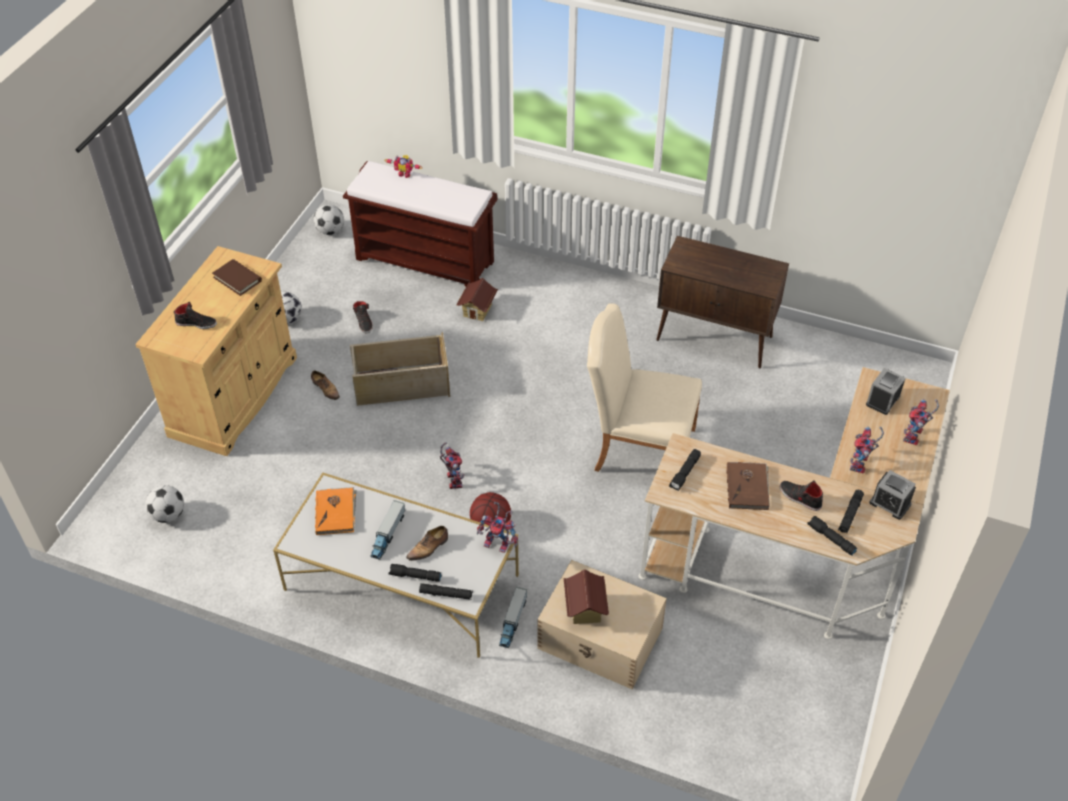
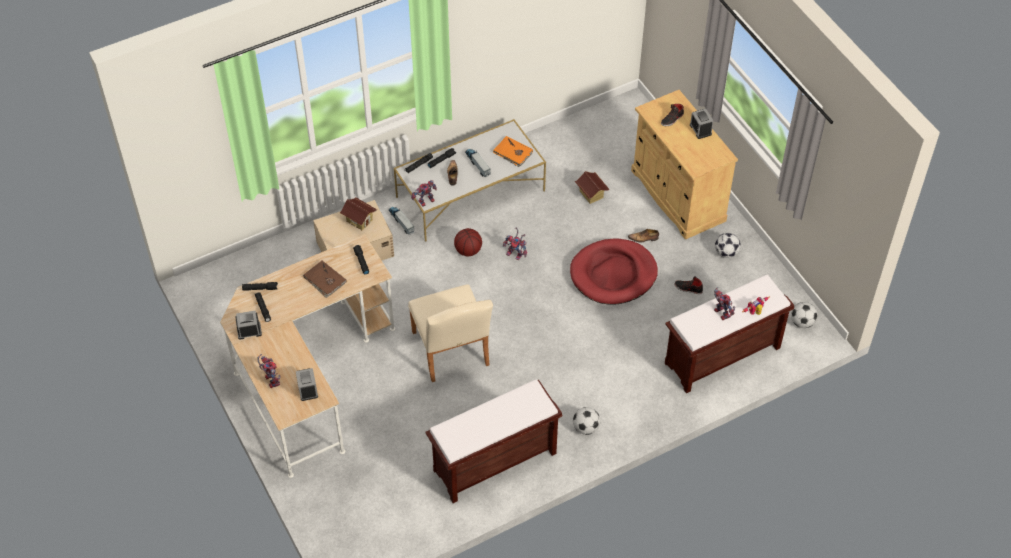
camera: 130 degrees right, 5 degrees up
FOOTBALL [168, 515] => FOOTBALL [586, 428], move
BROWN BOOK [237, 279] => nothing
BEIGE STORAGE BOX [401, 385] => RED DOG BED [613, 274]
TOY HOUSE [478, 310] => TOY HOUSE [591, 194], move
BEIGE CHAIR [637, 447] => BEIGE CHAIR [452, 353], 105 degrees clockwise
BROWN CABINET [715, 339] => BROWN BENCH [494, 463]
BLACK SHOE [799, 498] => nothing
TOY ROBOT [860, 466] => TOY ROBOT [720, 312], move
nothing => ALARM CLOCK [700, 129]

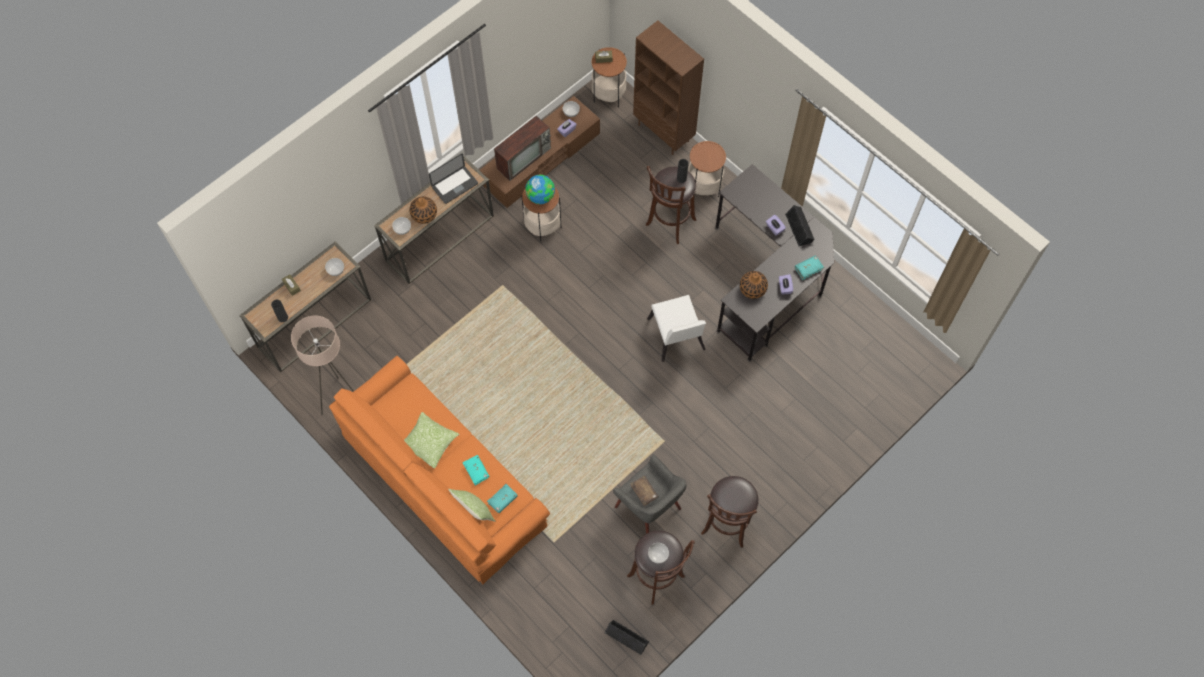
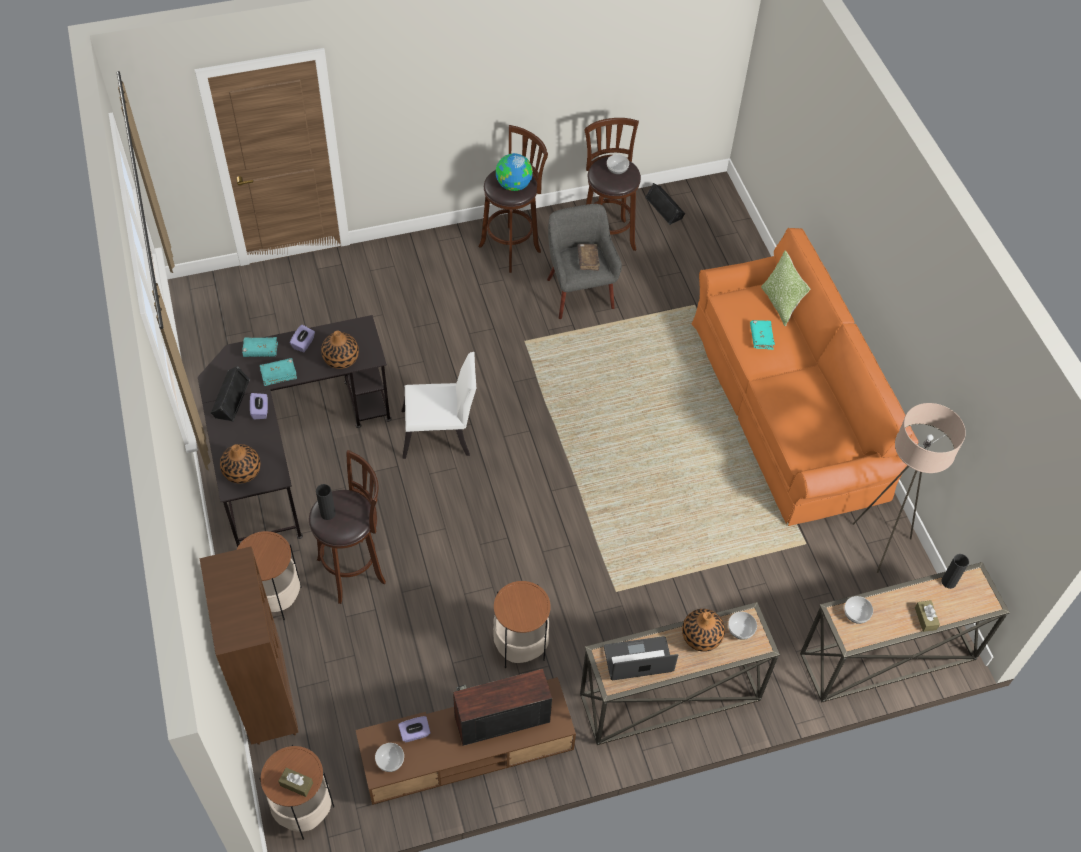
camera: 155 degrees left, 10 degrees down
PILLOW [429, 443] => nothing
TURQUOISE BOOK [502, 500] => TURQUOISE BOOK [278, 374], move
GLOBE [540, 196] => GLOBE [513, 185], move
WHITE CHAIR [676, 338] => WHITE CHAIR [441, 433], 75 degrees clockwise
nothing => VASE [242, 471]

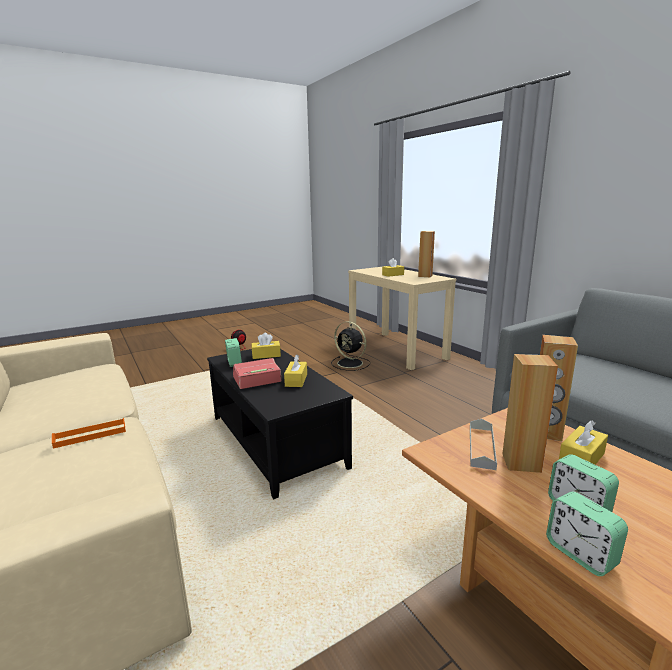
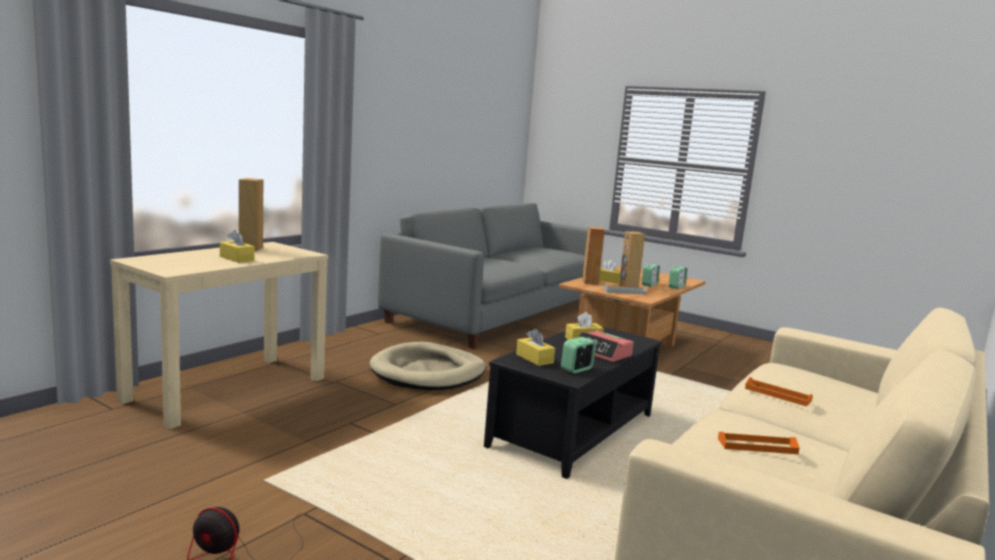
camera: 115 degrees left, 5 degrees down
BLACK FAN [351, 363] => nothing
nothing => BEIGE DOG BED [428, 372]
nothing => ORANGE TRAY [757, 446]

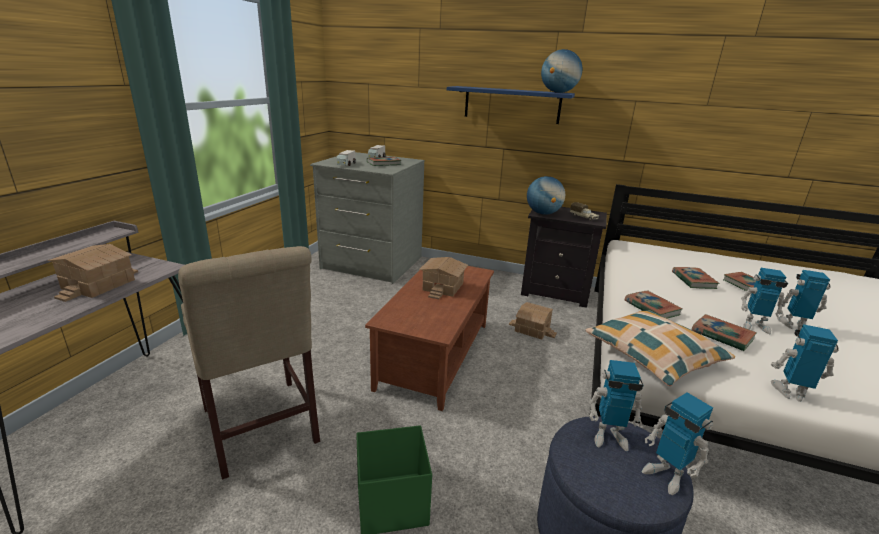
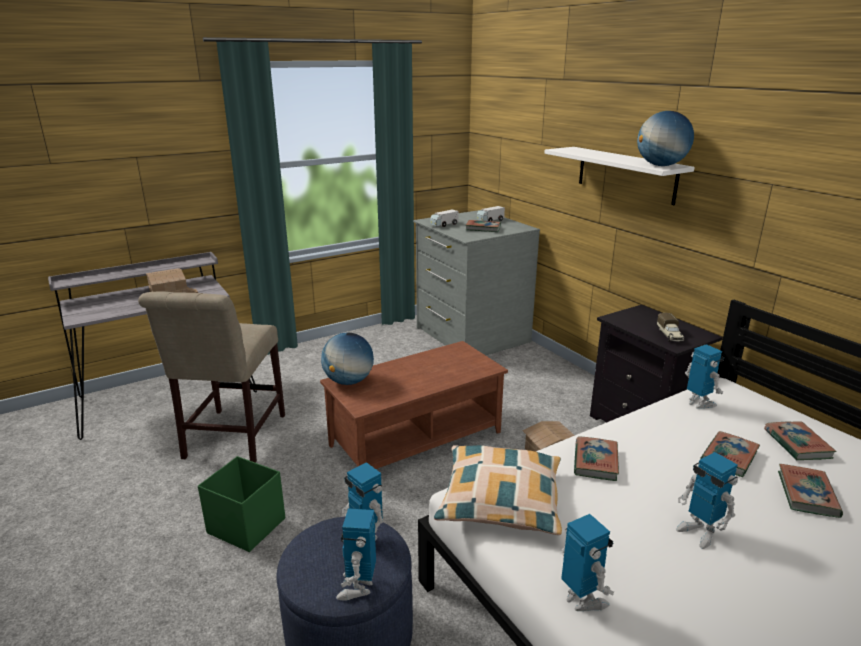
camera: 40 degrees right, 0 degrees up
TOY HOUSE [444, 287] => nothing
BLUE SHELF [512, 105] => WHITE SHELF [626, 174]
GLOBE [543, 213] => GLOBE [348, 381], move
BOOK [722, 335] => BOOK [797, 444], move
TOY ROBOT [793, 325] => TOY ROBOT [699, 403], move

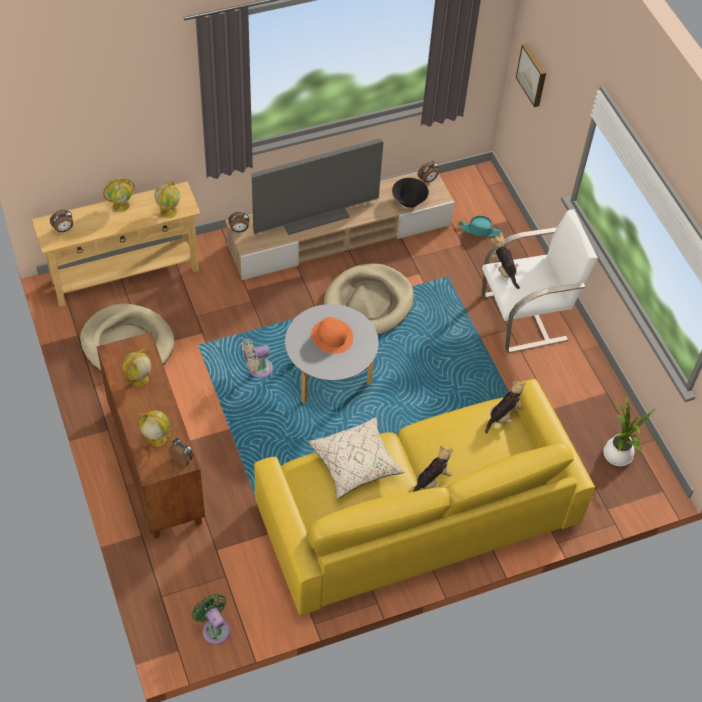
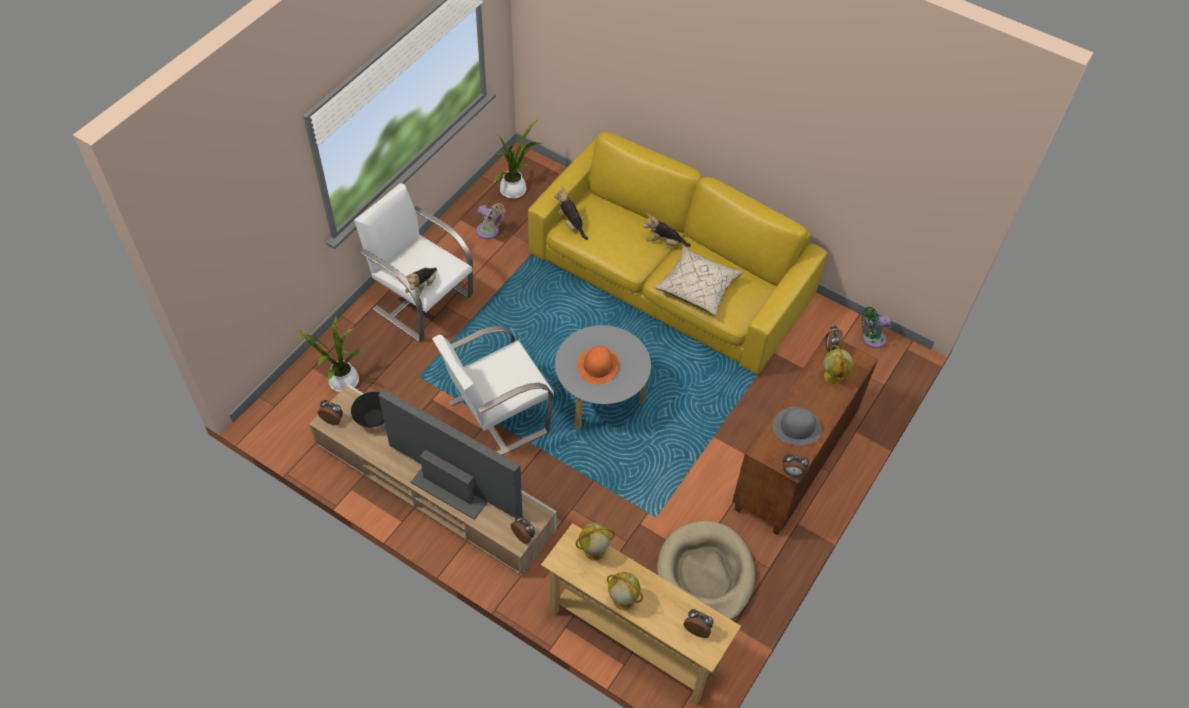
camera: 125 degrees left, 0 degrees up
GLOBE [139, 380] => GREY HAT [797, 427]
GREEN FAN [214, 628] => GREEN FAN [871, 338], 60 degrees clockwise
BEIGE FAN [257, 369] => BEIGE FAN [489, 232], move
BEIGE DOG BED [369, 302] => WHITE ARMCHAIR [497, 417]
TURQUOISE HAT [480, 230] => POTTED PLANT [341, 381]
PLUSH TOY [503, 415] => PLUSH TOY [571, 224], 45 degrees clockwise
PICTURE [533, 74] => nothing
nothing => ALARM CLOCK [792, 472]

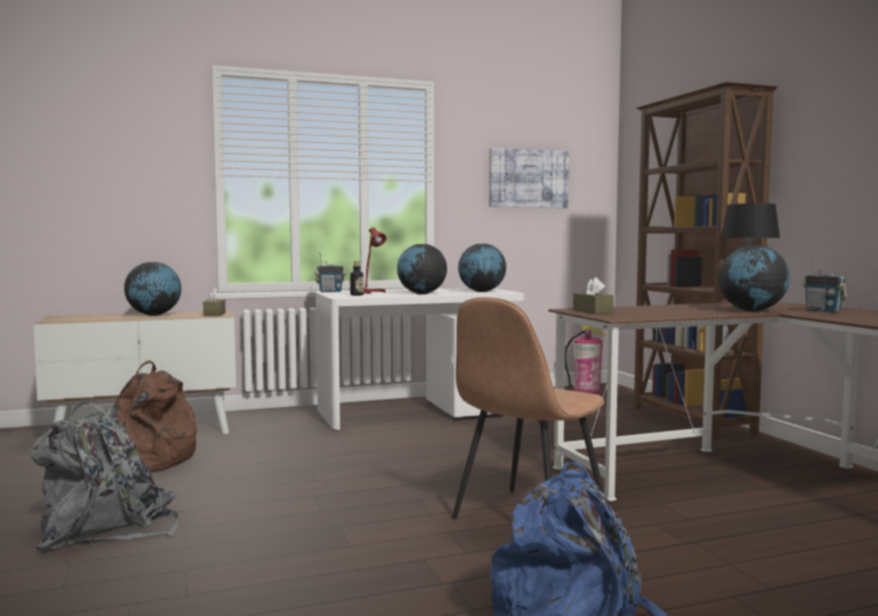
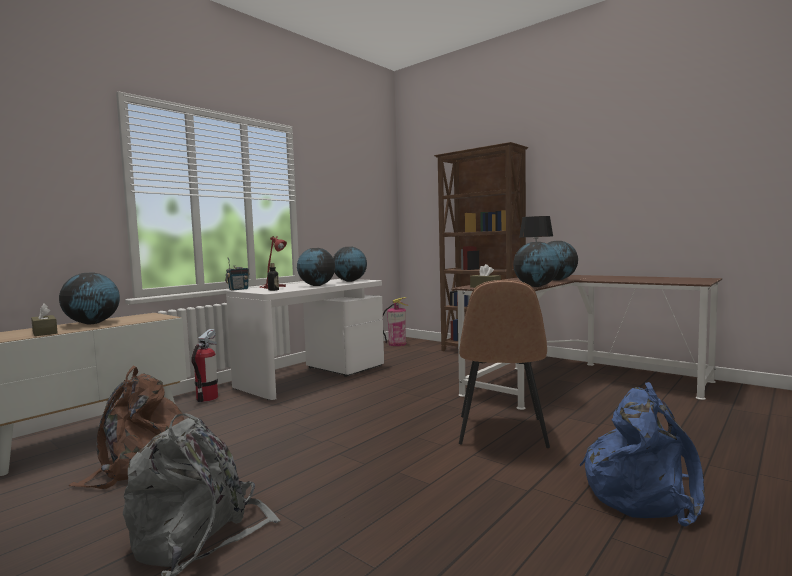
camera: 30 degrees left, 0 degrees up
BROWN TISSUE BOX [214, 314] => BROWN TISSUE BOX [45, 332], move
PICTURE [528, 178] => nothing
RADIO [823, 311] => nothing
nothing => FIRE EXTINGUISHER [207, 398]
nothing => GLOBE [536, 286]

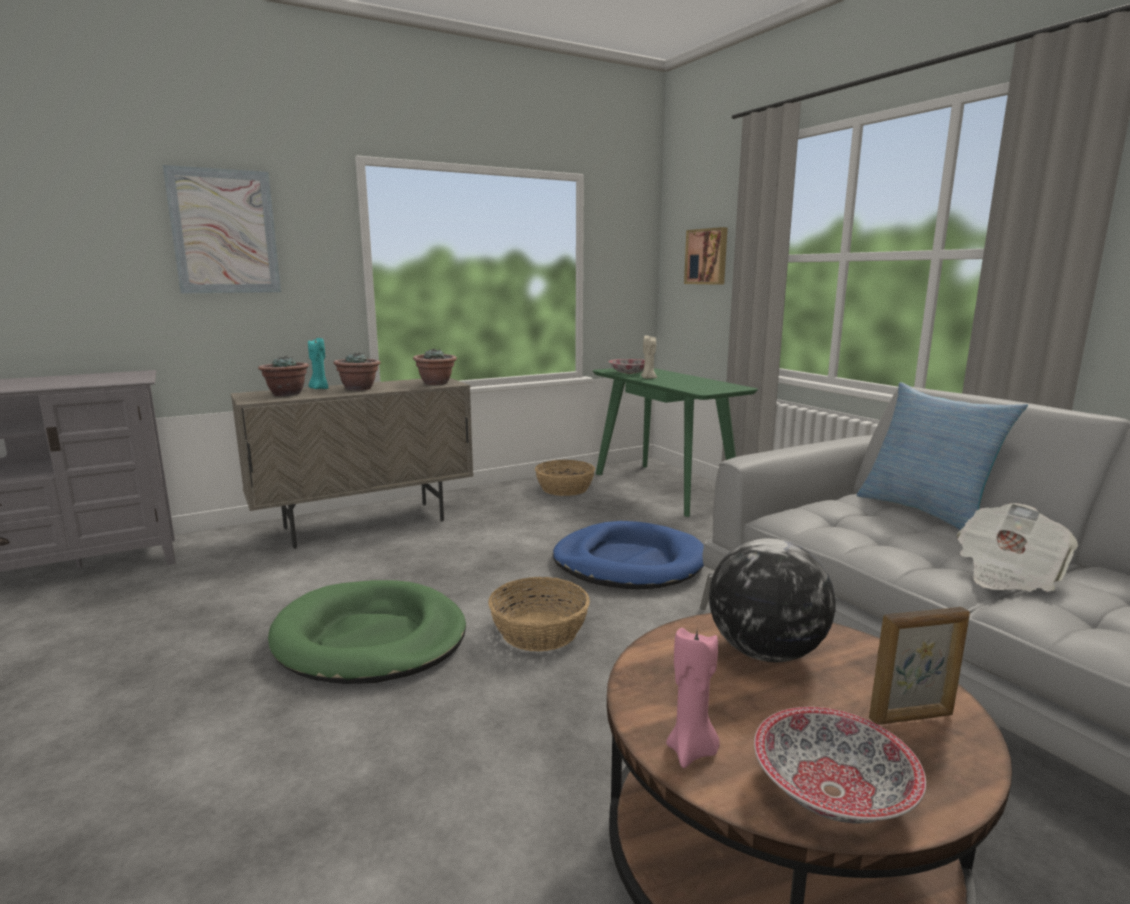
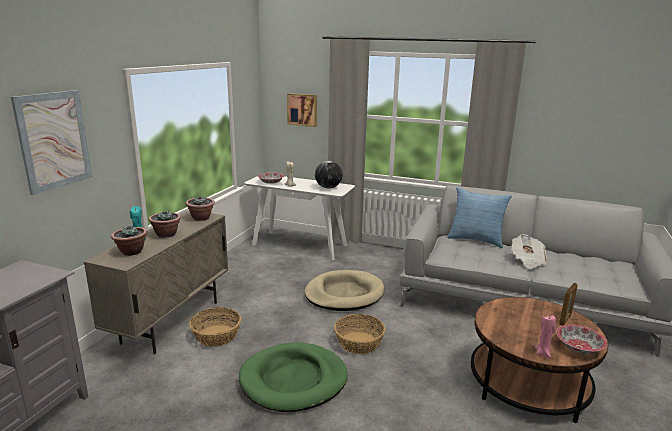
camera: 40 degrees left, 5 degrees up
BASKET [564, 489] => BASKET [216, 336], move
BLUE DOG BED [628, 562] => BEIGE DOG BED [344, 294]
GREEN CONSOLE TABLE [664, 488] => WHITE CONSOLE TABLE [300, 245]
GLOBE [765, 652] => GLOBE [328, 187], move

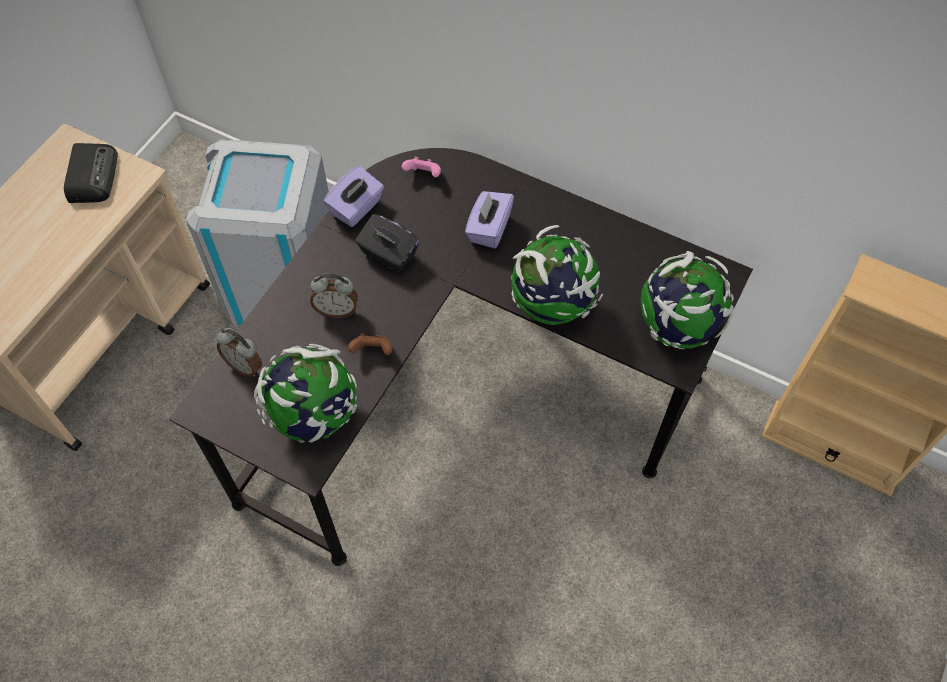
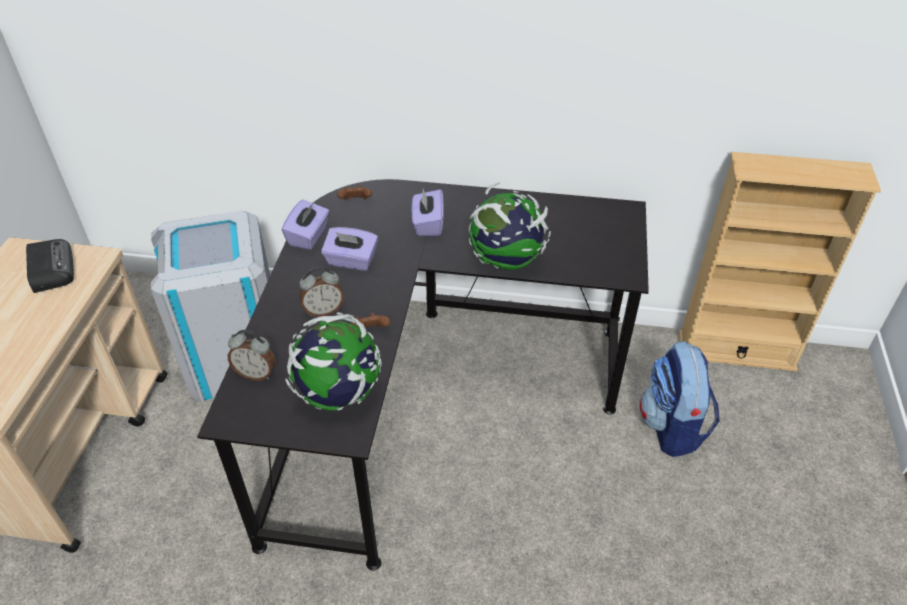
camera: 20 degrees left, 15 degrees down
BLACK TISSUE BOX [388, 254] => PURPLE TISSUE BOX [351, 261]
PINK GAME CONTROLLER [423, 175] => BROWN GAME CONTROLLER [356, 202]
GLOBE [676, 327] => nothing
nothing => BACKPACK [672, 427]

